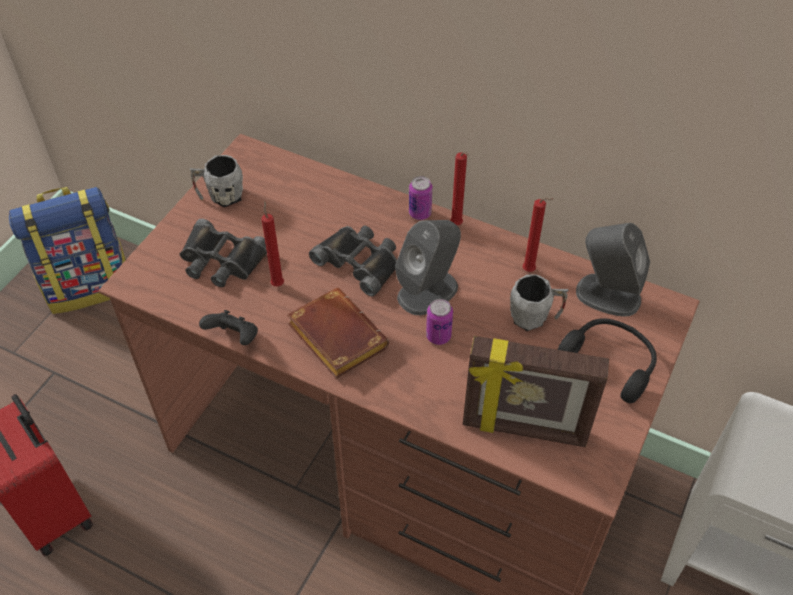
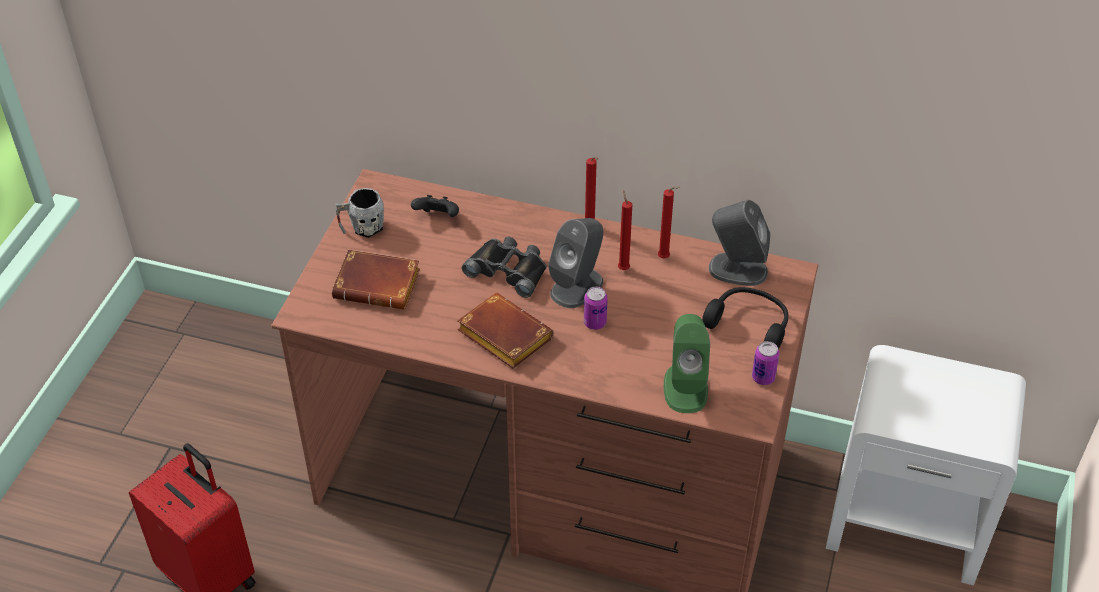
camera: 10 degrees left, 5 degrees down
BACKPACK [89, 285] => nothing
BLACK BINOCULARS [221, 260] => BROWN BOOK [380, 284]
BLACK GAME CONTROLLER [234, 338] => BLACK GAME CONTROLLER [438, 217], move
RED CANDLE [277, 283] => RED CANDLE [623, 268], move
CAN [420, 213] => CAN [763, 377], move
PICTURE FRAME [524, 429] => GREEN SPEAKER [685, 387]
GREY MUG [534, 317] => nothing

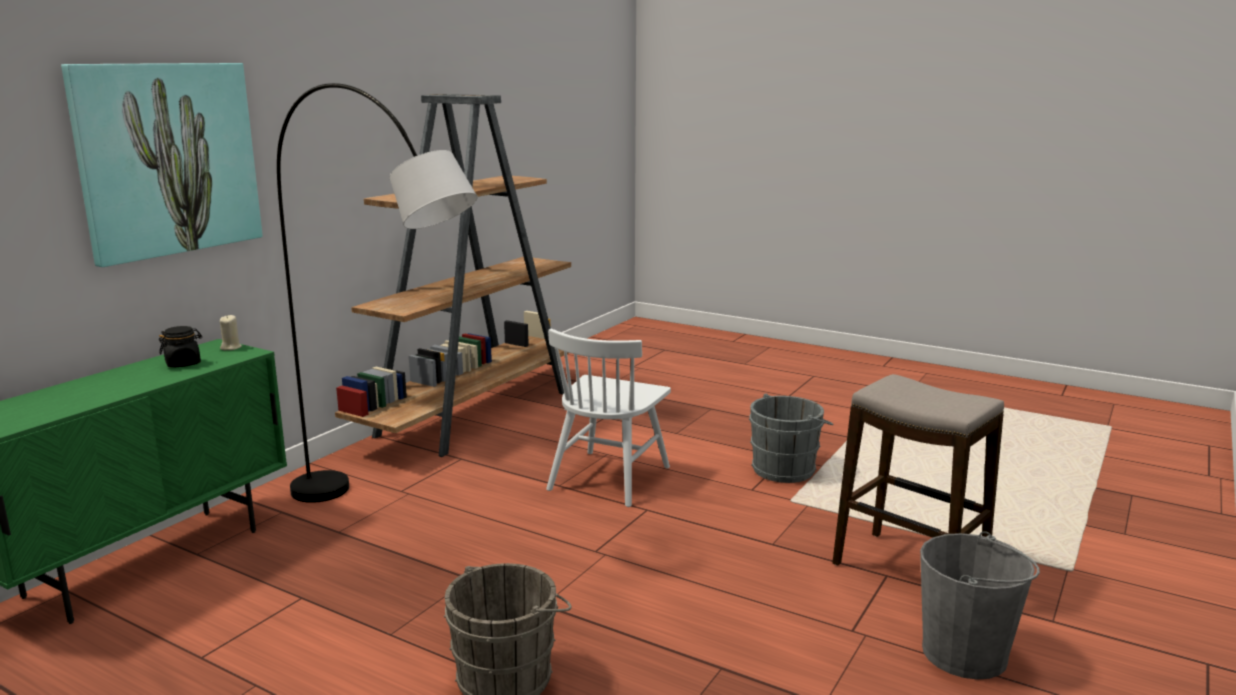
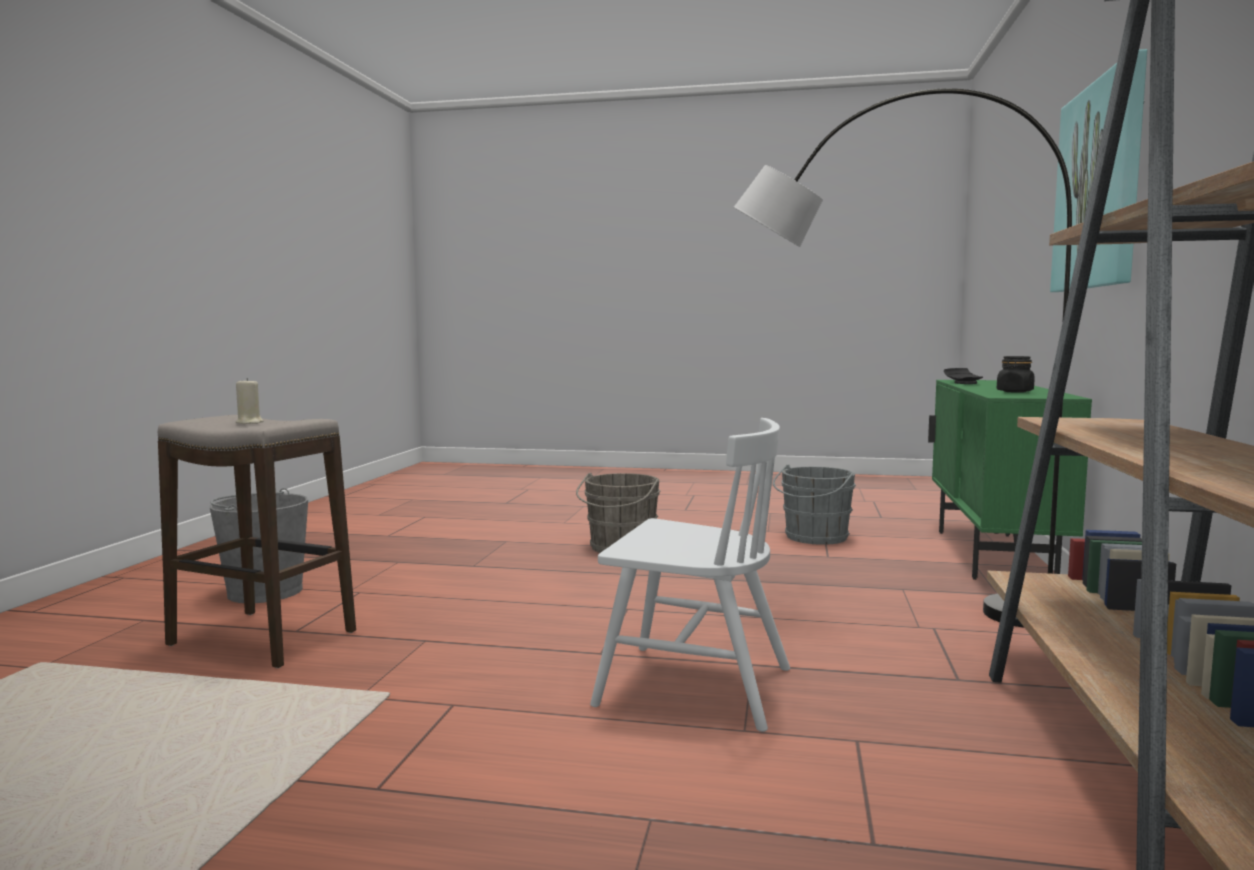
camera: 160 degrees right, 10 degrees down
BEIGE CANDLE [231, 347] => BEIGE CANDLE [250, 422], move
WHITE CHAIR [609, 478] => WHITE CHAIR [693, 686], 105 degrees clockwise
GREY BUCKET [787, 469] => GREY BUCKET [814, 537], move
nothing => BLACK PLATE [963, 383]

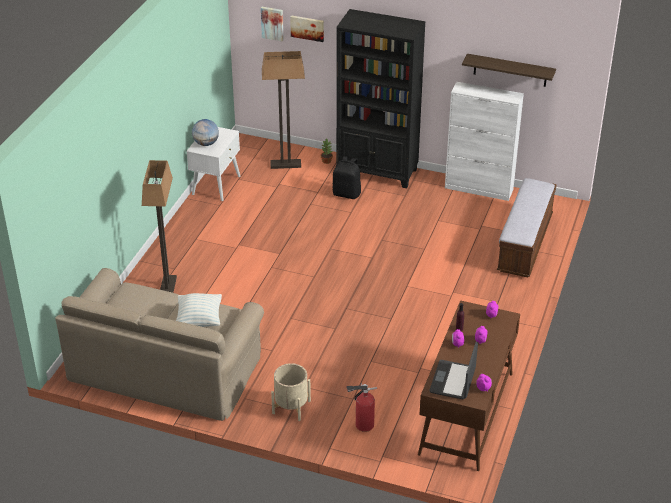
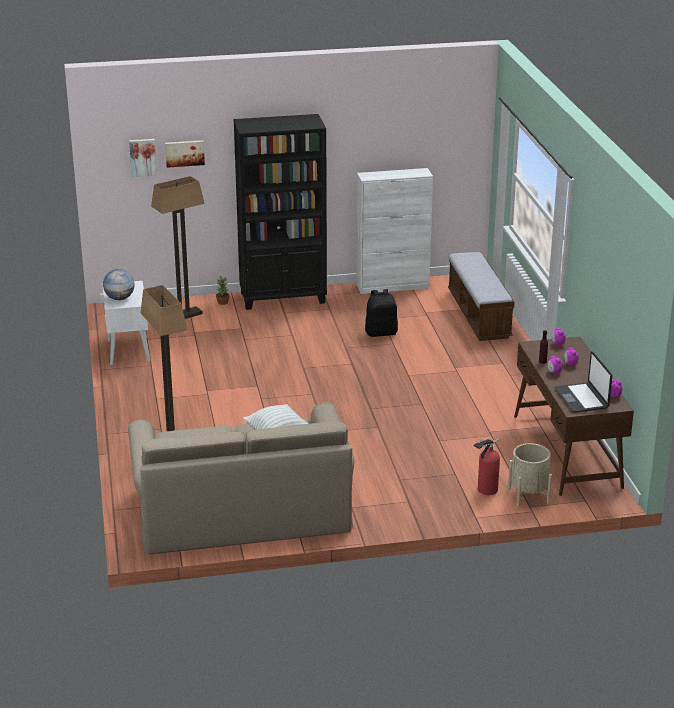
camera: 30 degrees left, 10 degrees down
BEIGE PLANTER [291, 407] => BEIGE PLANTER [528, 495], move
BLACK BACKPACK [347, 193] => BLACK BACKPACK [381, 333], move
SHELF [510, 70] => nothing

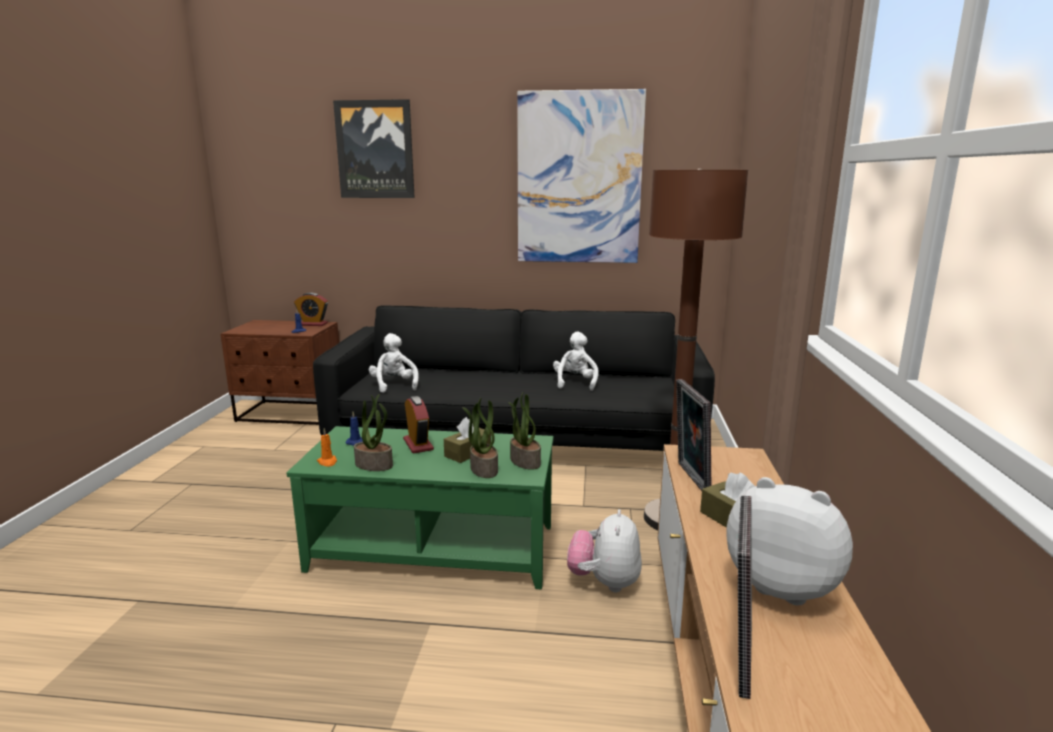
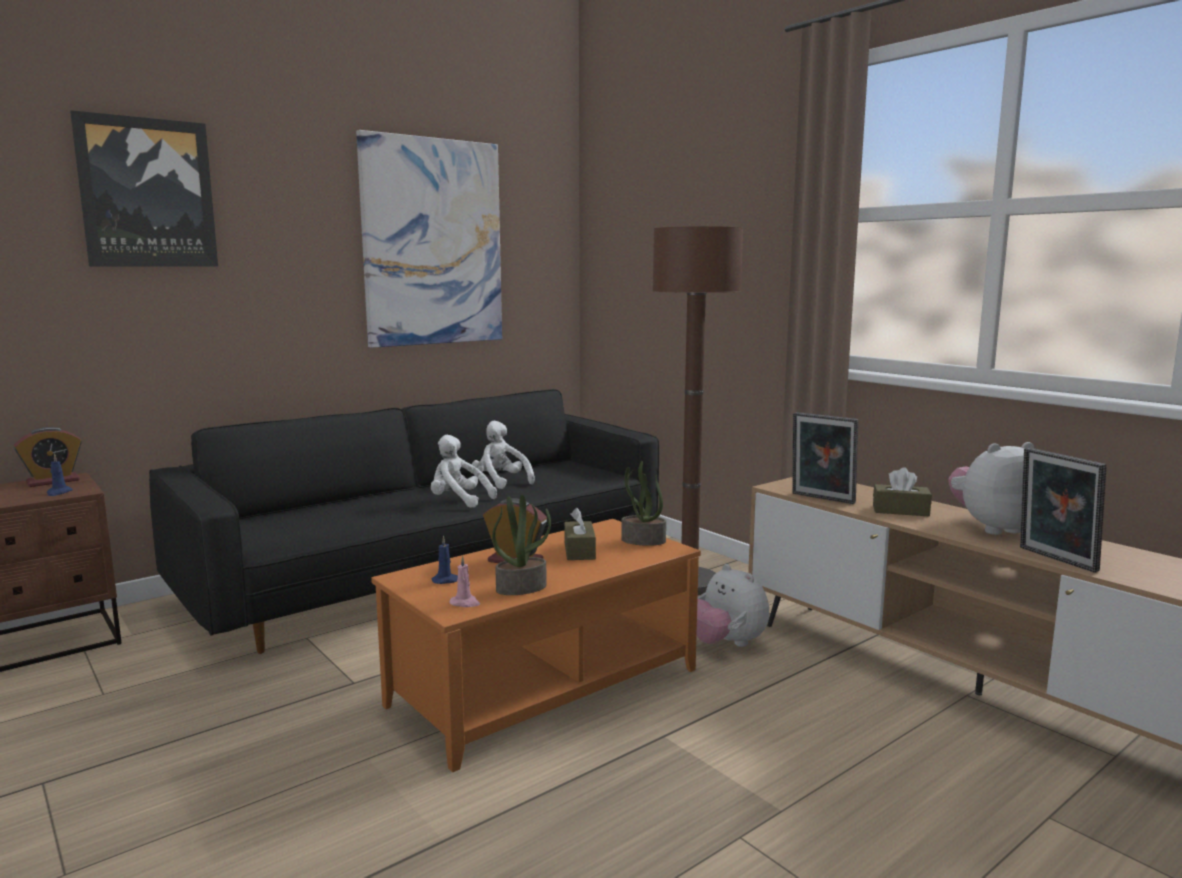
camera: 45 degrees left, 5 degrees down
GREEN COFFEE TABLE [434, 546] => ORANGE COFFEE TABLE [543, 686]
ORANGE CANDLE [327, 462] => PINK CANDLE [465, 603]
WHITE PLUSH TOY [394, 385] => WHITE PLUSH TOY [458, 501], move
POTTED PLANT [483, 469] => nothing

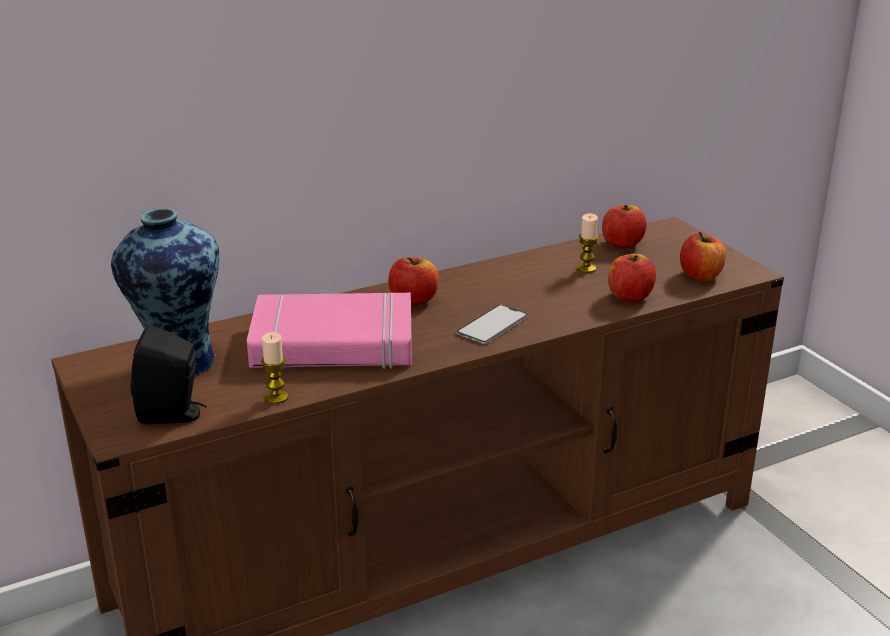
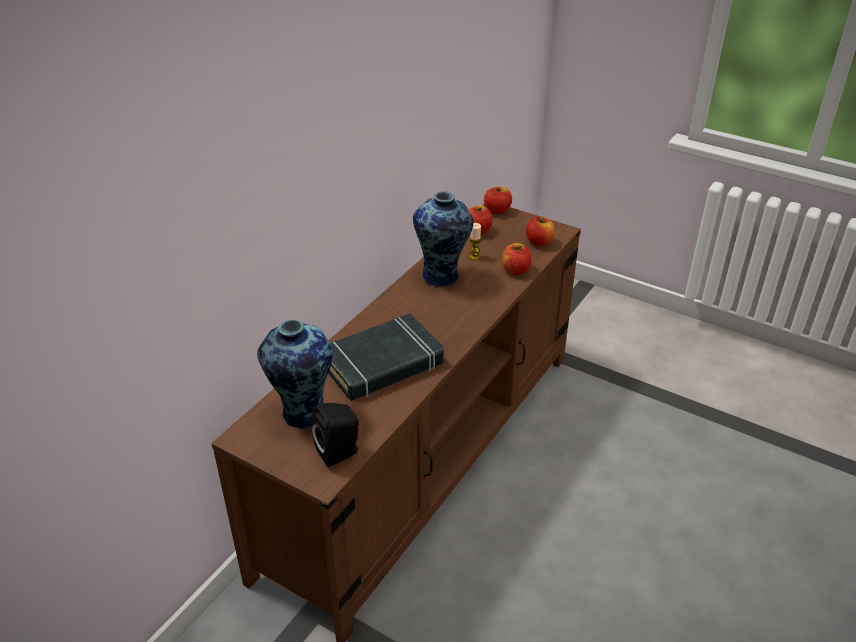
camera: 30 degrees left, 10 degrees up
PINK BOOK [333, 343] => BLACK BOOK [382, 364]
CANDLE [276, 397] => nothing
APPLE [413, 300] => APPLE [497, 210], move
PHONE [492, 325] => nothing
nothing => VASE [442, 277]

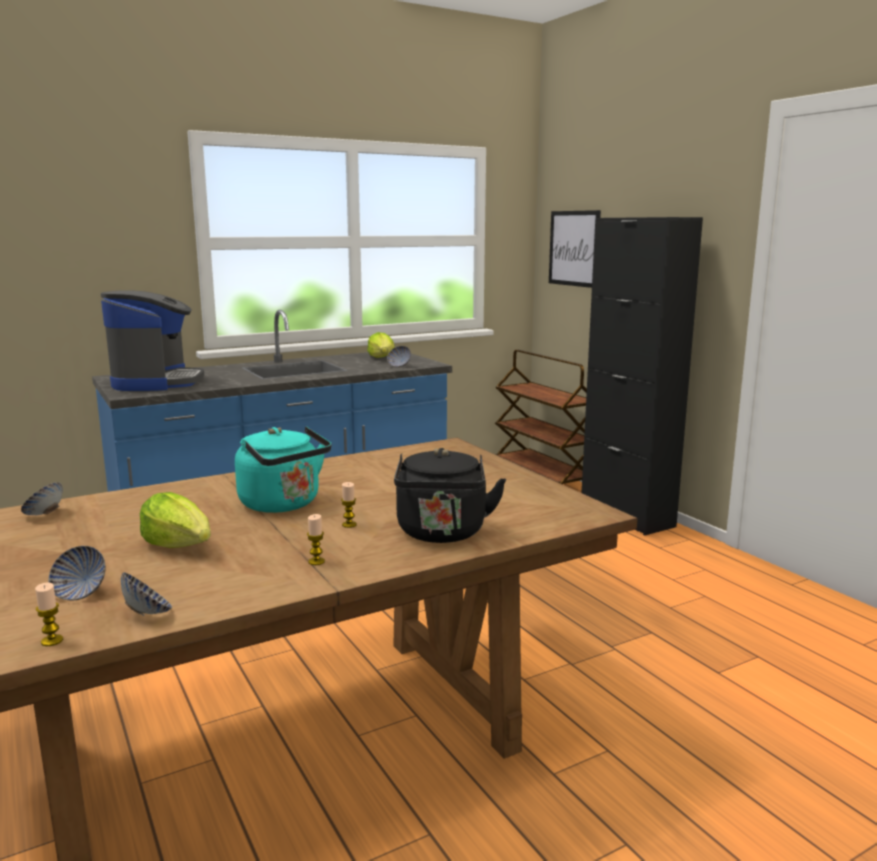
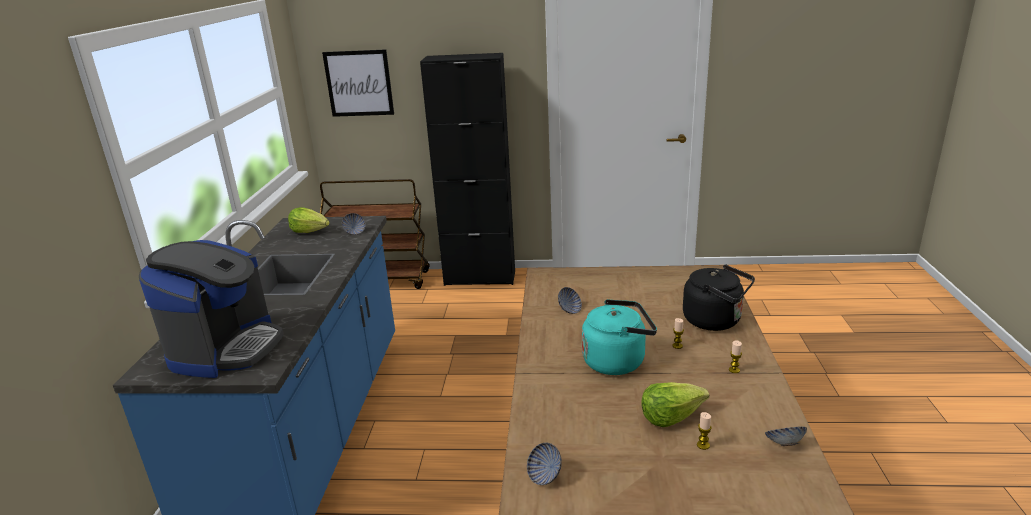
camera: 55 degrees left, 10 degrees up
CANDLE [52, 641] => CANDLE [703, 445], move
BOWL [80, 592] => BOWL [569, 310], move
COFFEE MACHINE [157, 382] => COFFEE MACHINE [226, 348], 75 degrees clockwise

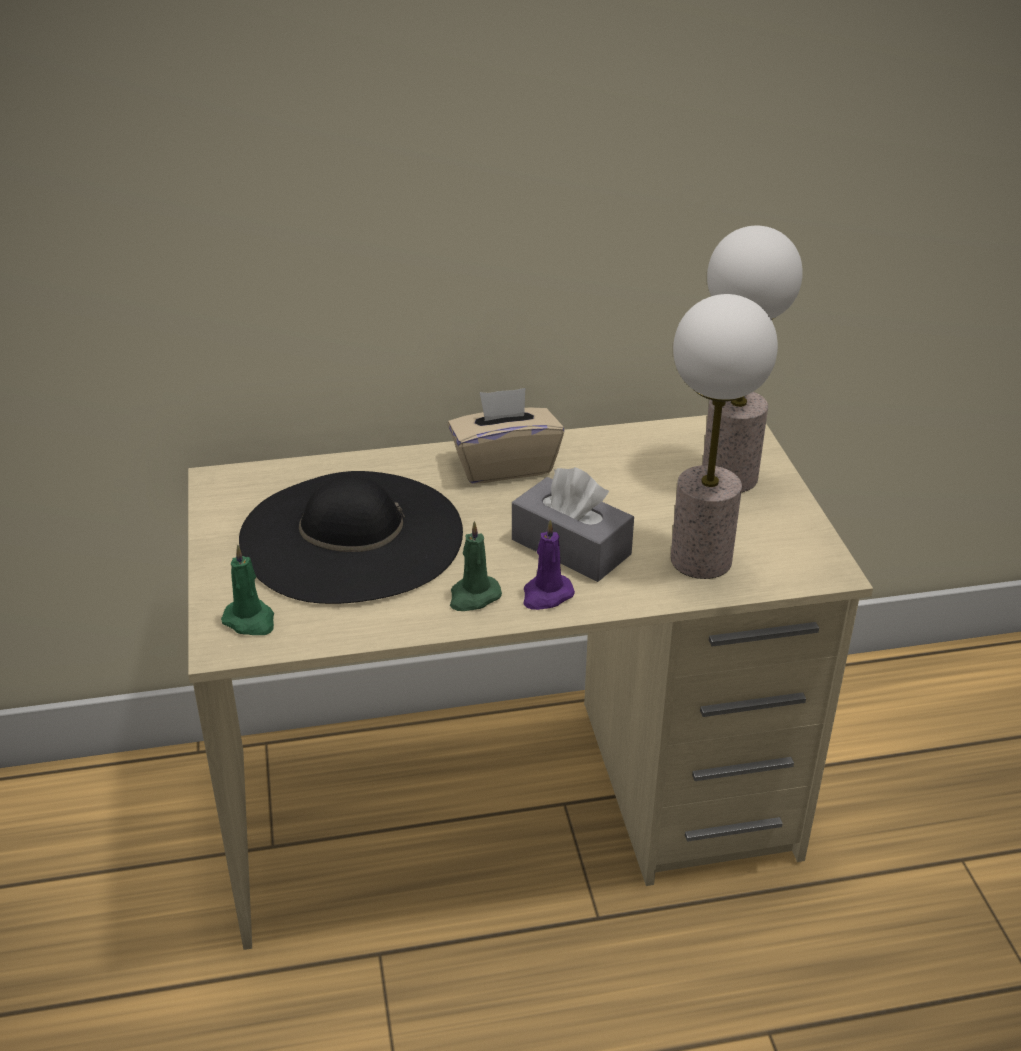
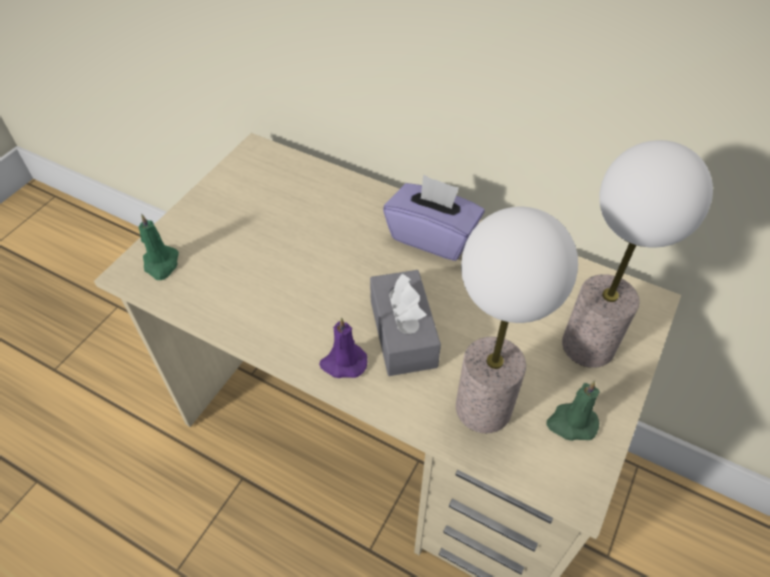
camera: 40 degrees right, 15 degrees up
BLACK HAT [351, 536] => nothing
BEIGE TISSUE BOX [504, 465] => PURPLE TISSUE BOX [432, 236]
GREEN CANDLE [473, 596] => GREEN CANDLE [571, 423], move

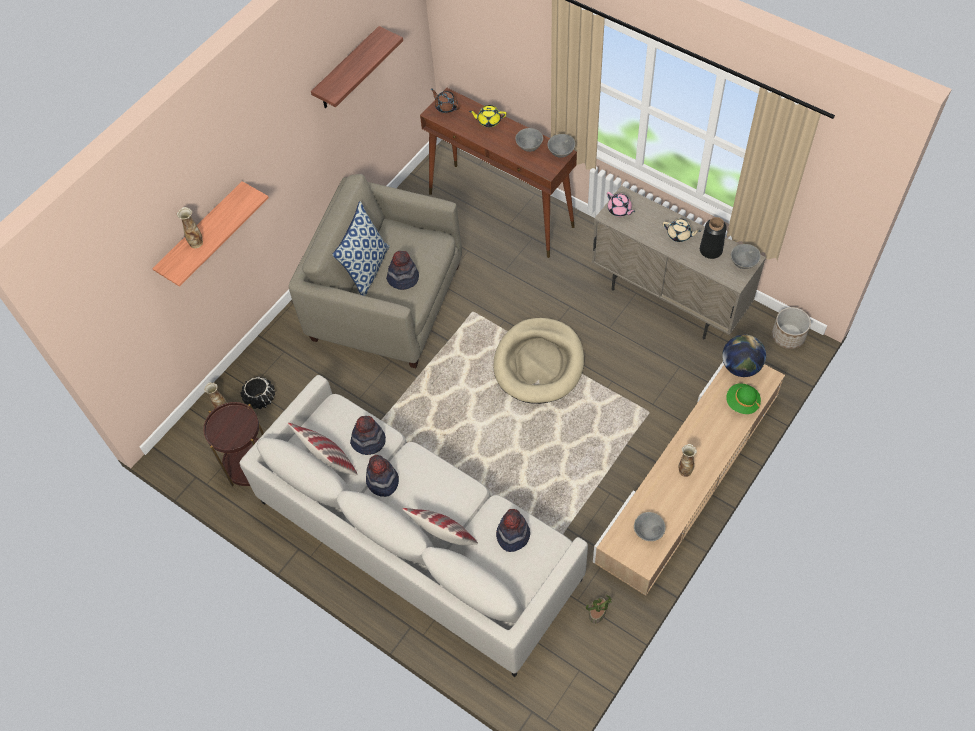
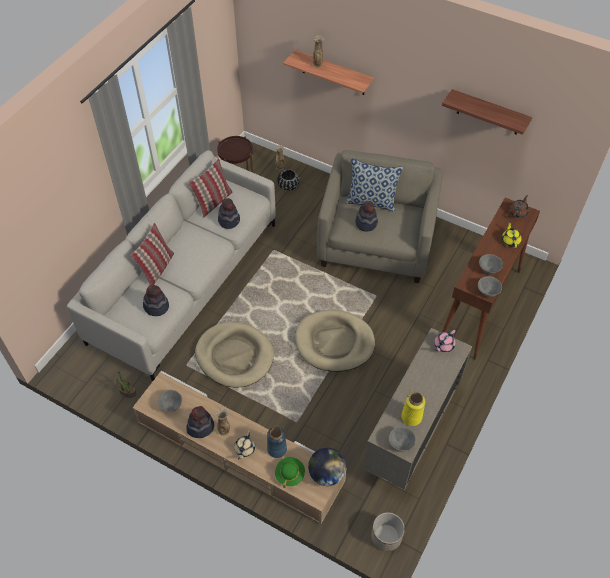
camera: 80 degrees right, 5 degrees down
HAT [382, 481] => HAT [200, 427], move
BEIGE TEAPOT [679, 235] => BEIGE TEAPOT [244, 449], move
BLACK VASE [711, 250] => YELLOW VASE [411, 417]
nothing => BEIGE DOG BED [234, 356]
nothing => BLUE VASE [277, 449]

